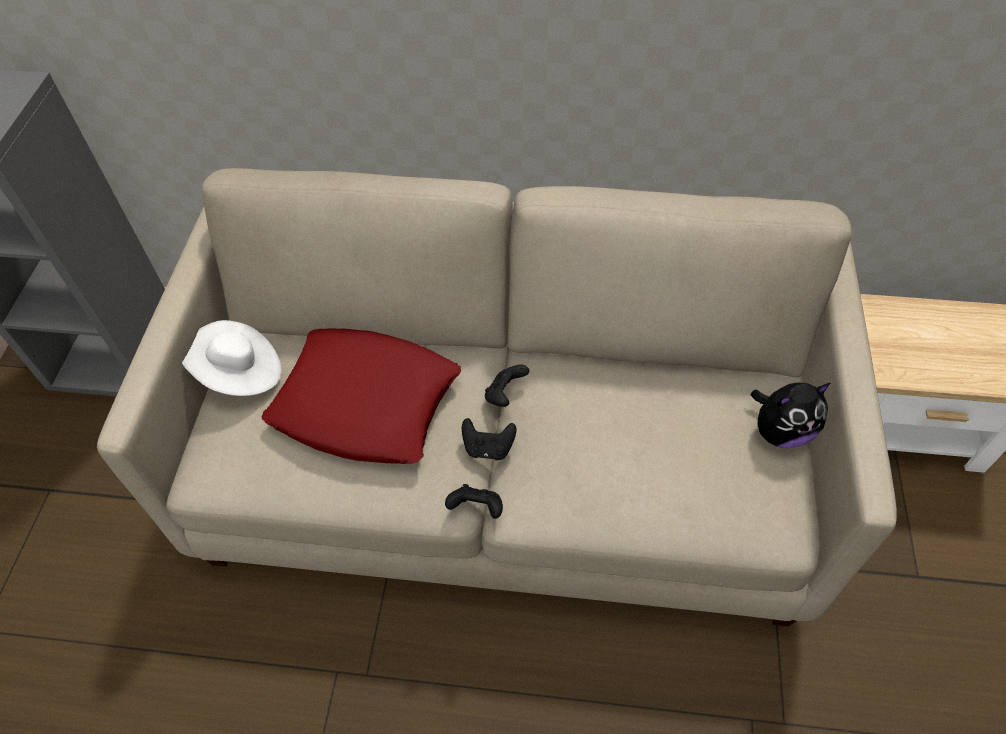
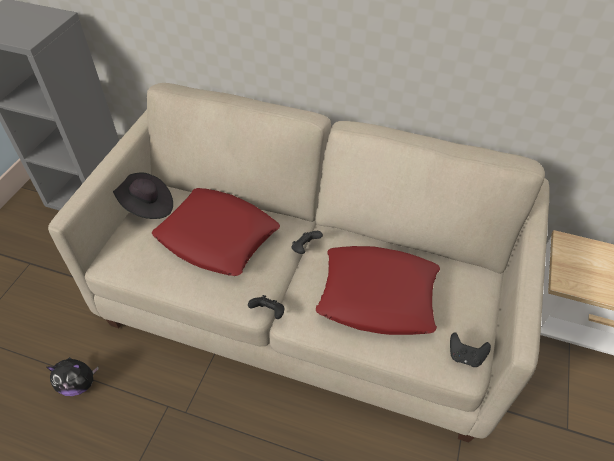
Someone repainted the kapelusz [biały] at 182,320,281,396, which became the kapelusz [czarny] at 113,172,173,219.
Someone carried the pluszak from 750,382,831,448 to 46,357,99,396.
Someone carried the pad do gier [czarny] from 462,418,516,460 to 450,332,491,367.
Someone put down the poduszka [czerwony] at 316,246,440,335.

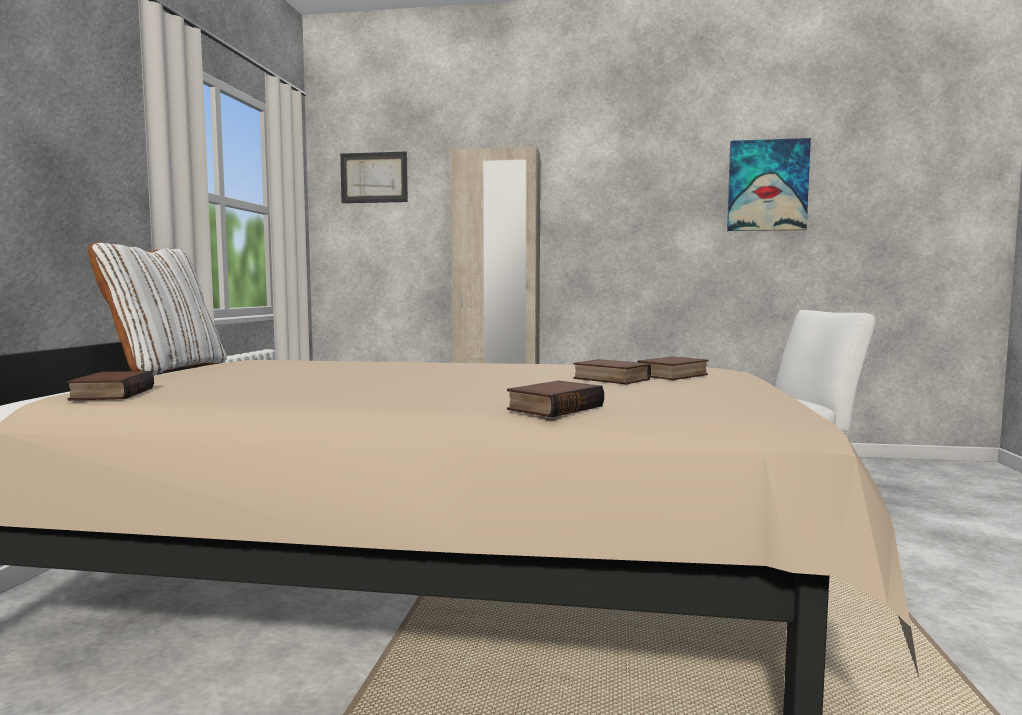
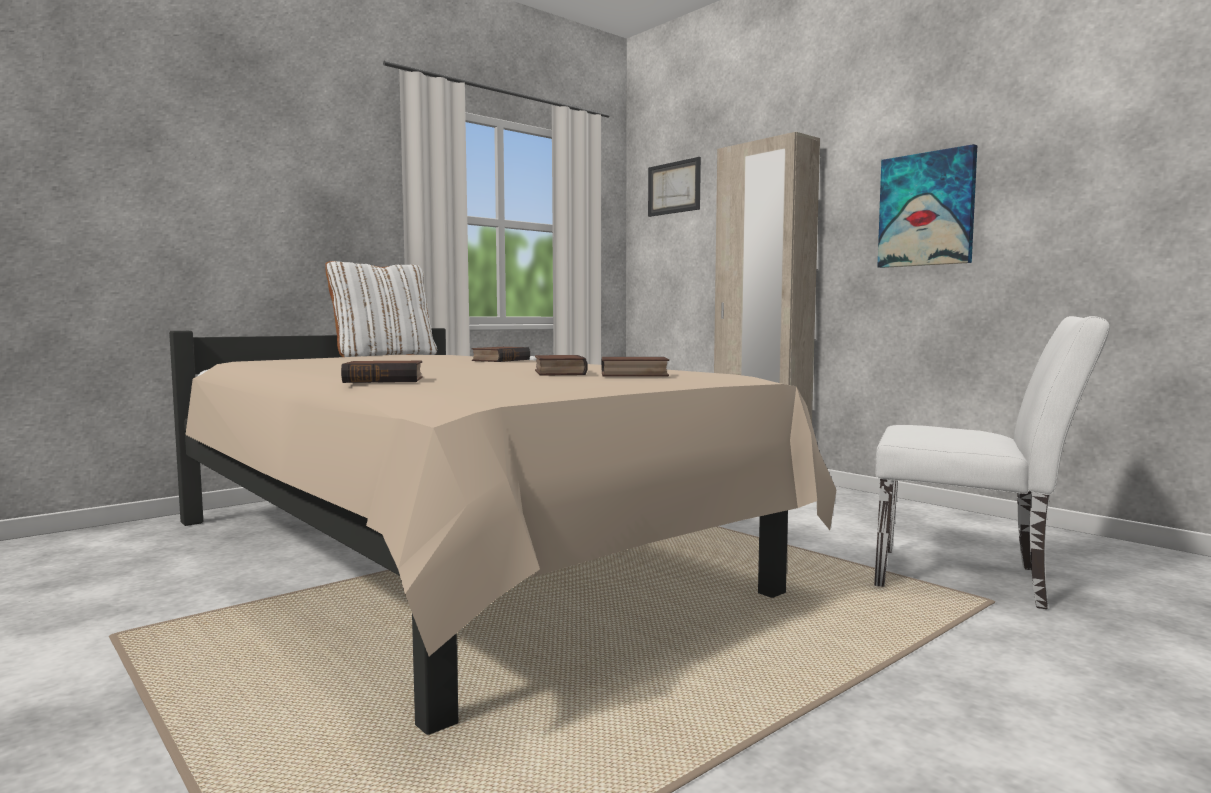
Someone carried the obraz from 727,138,811,231 to 877,144,977,268.
Someone carried the książka from 66,371,154,401 to 472,347,530,362.

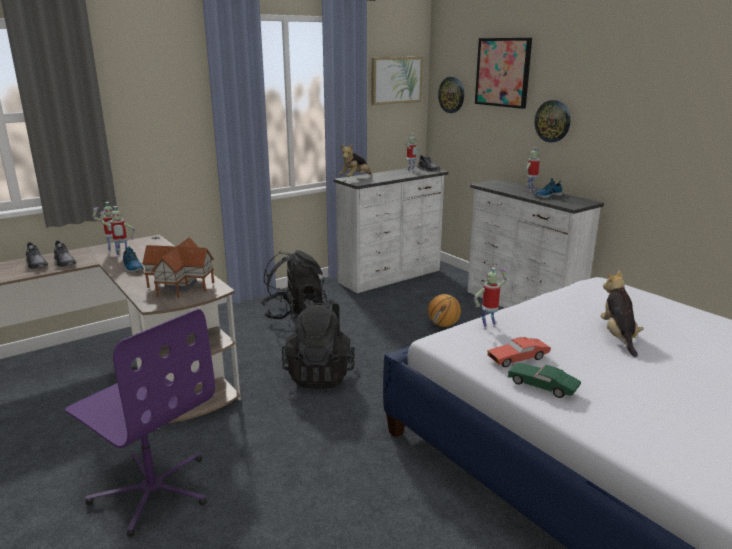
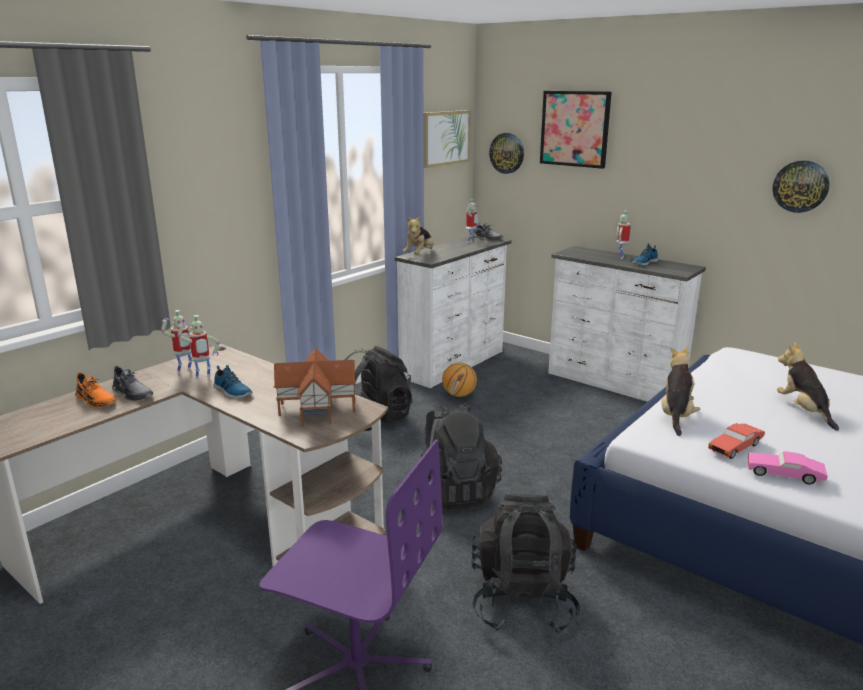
Someone carried the zegar ścienny from 535,100,570,143 to 773,160,830,213.
Someone repainted the but [szary] at 26,242,48,269, which became the but [pomarańczowy] at 75,372,116,408.
Someone swapped the robot zabawkowy at 474,267,507,330 for the pluszak at 661,347,700,436.
Someone carried the piłka do koszykówki from 428,294,461,327 to 442,362,477,397.
Someone repainted the samochodzik [zielony] at 508,363,581,398, which became the samochodzik [różowy] at 747,451,828,485.
Someone put down the plecak [czarny] at 471,494,580,634.

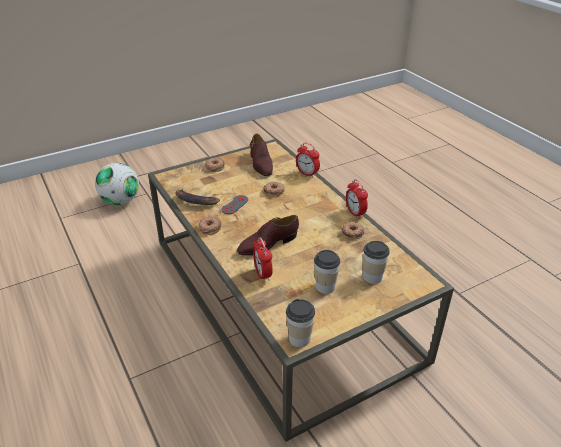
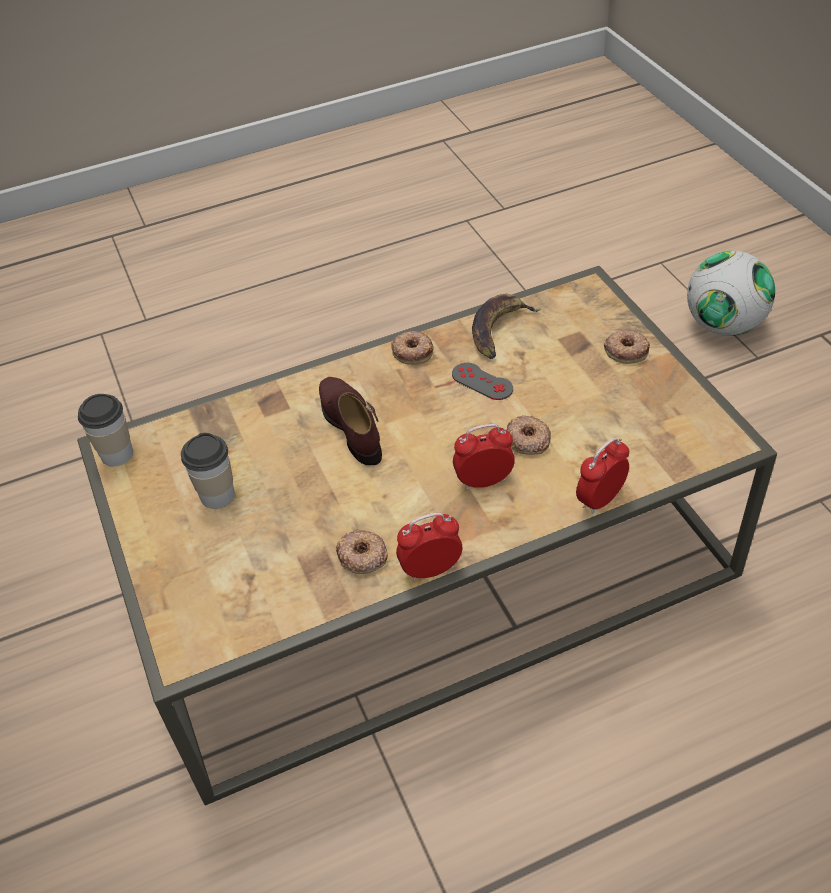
Someone took away the but [brązowy] at 250,134,273,176.
Someone carried the budzik from 253,237,273,282 to 453,424,515,490.
Someone took away the filiżanka at 363,241,389,284.

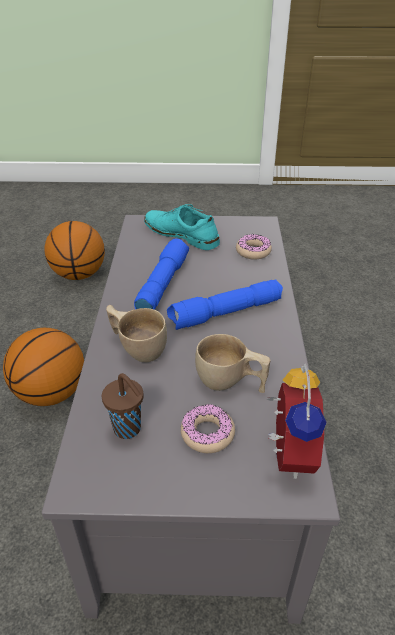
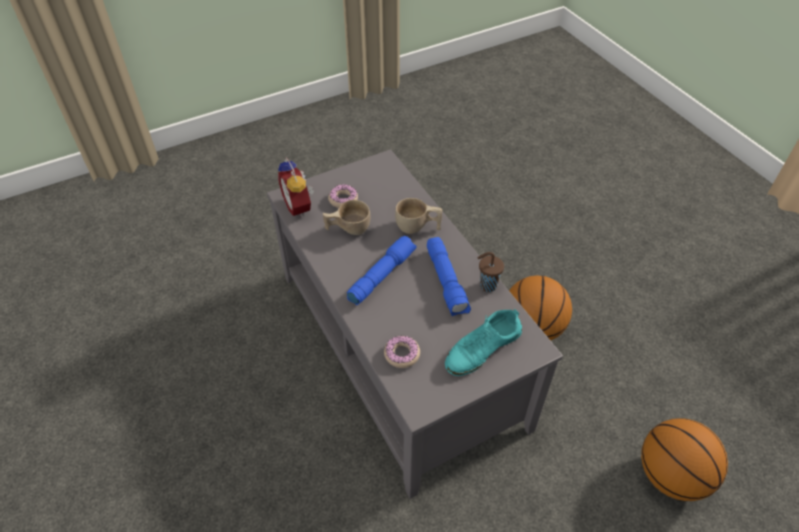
Someone rotated the but [turkusowy] at 144,204,220,250 by 135 degrees clockwise.
Someone carried the filiżanka [brązowy] from 102,373,143,439 to 477,252,504,292.

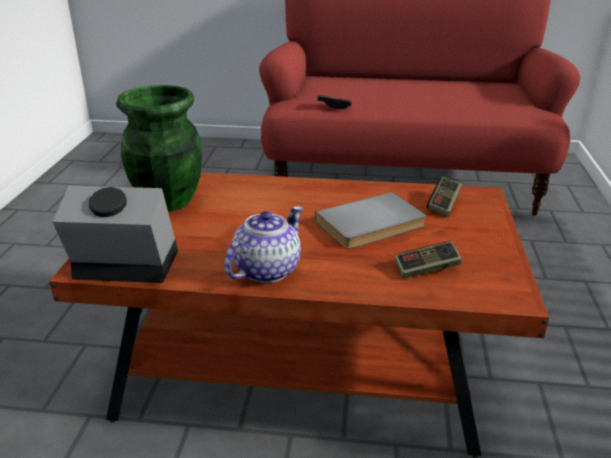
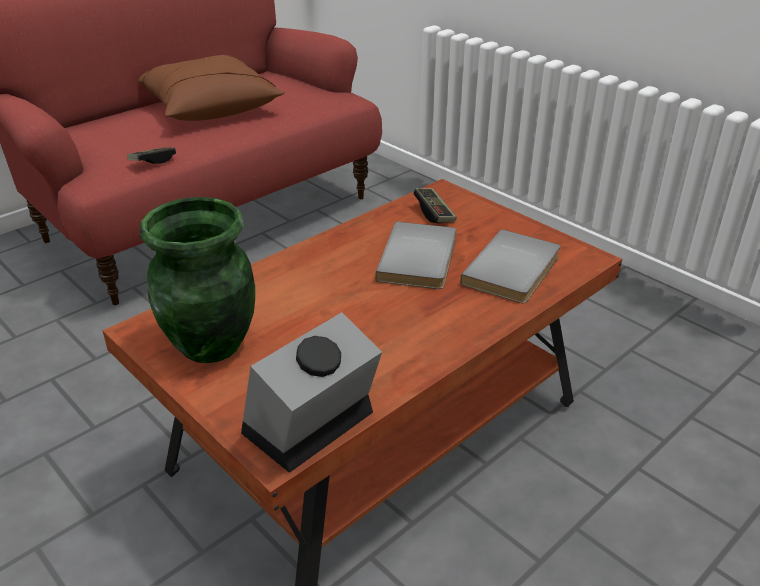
Someone took away the imbryk at 224,206,303,283.
Someone swapped the pad do gier at 395,241,462,279 for the książka [szary] at 460,229,560,303.
Someone put down the poduszka [brązowy] at 138,55,285,121.

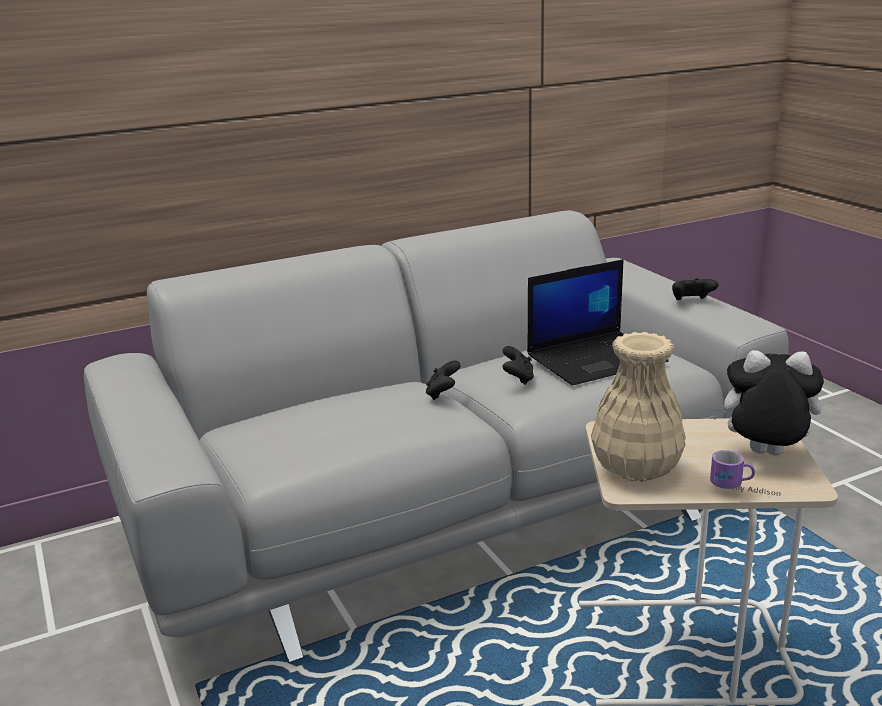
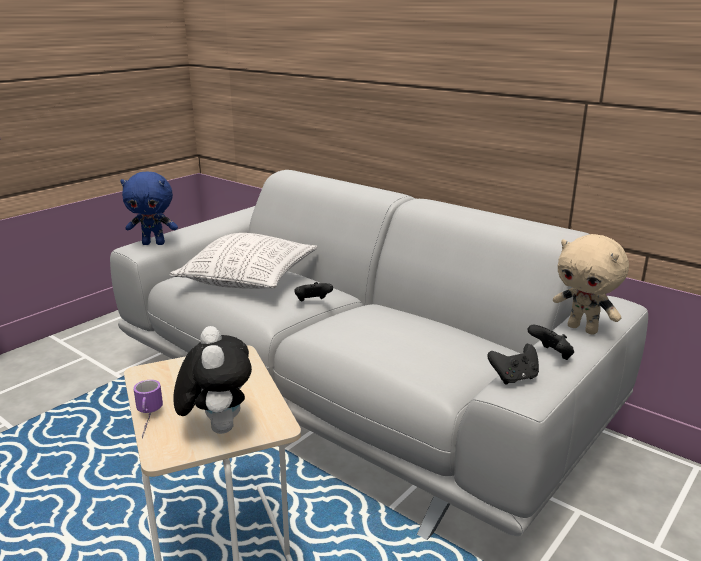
Someone took away the laptop at 527,259,669,386.
Someone took away the wazon [beżowy] at 591,332,686,482.
Someone carried the pad do gier [czarny] from 502,346,534,385 to 487,344,539,385.
Someone put down the pluszak [niebieski] at 120,171,178,245.
Someone put down the poduszka at 170,233,317,289.
Someone put down the pluszak [beżowy] at 553,234,629,335.

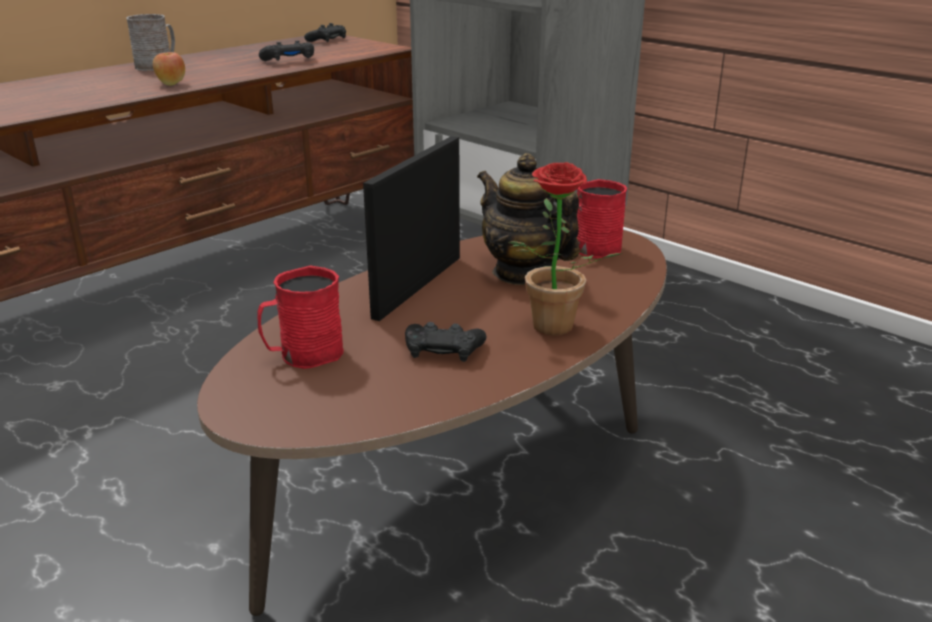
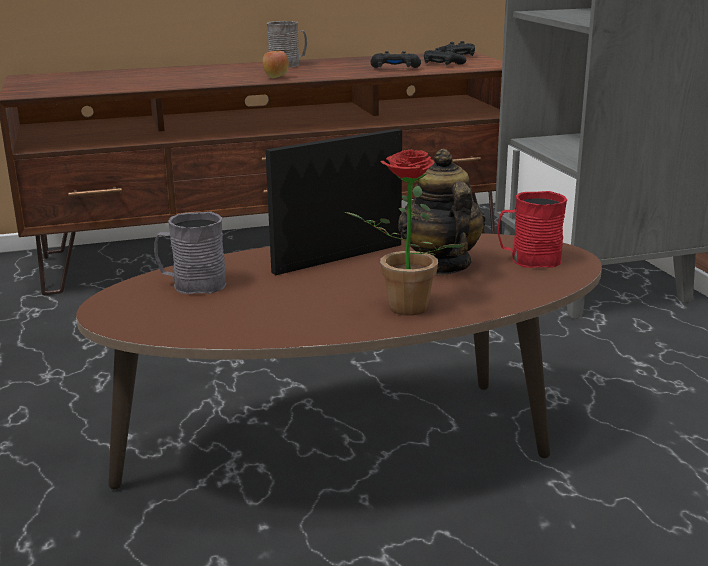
Someone repainted the kubek [czerwony] at 257,265,344,369, which became the kubek [szary] at 154,212,227,294.
Someone carried the pad do gier [czarny] from 405,322,486,362 to 424,48,466,66.

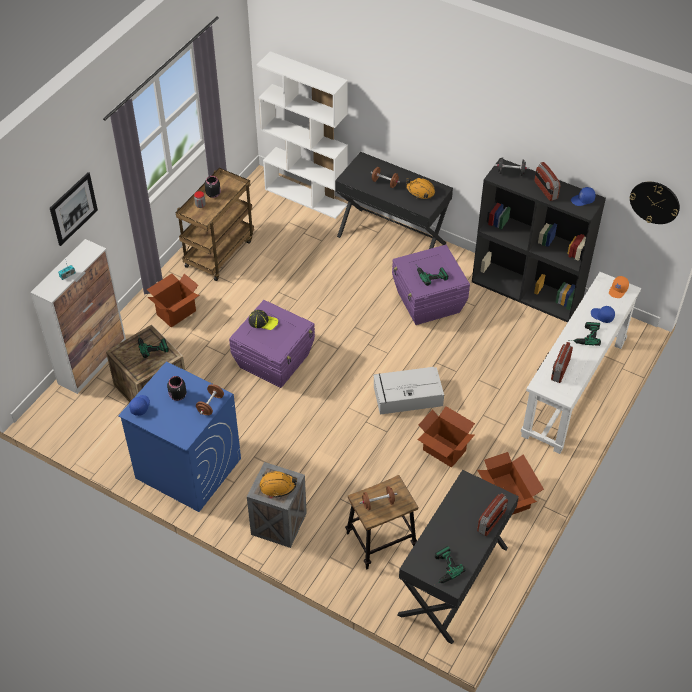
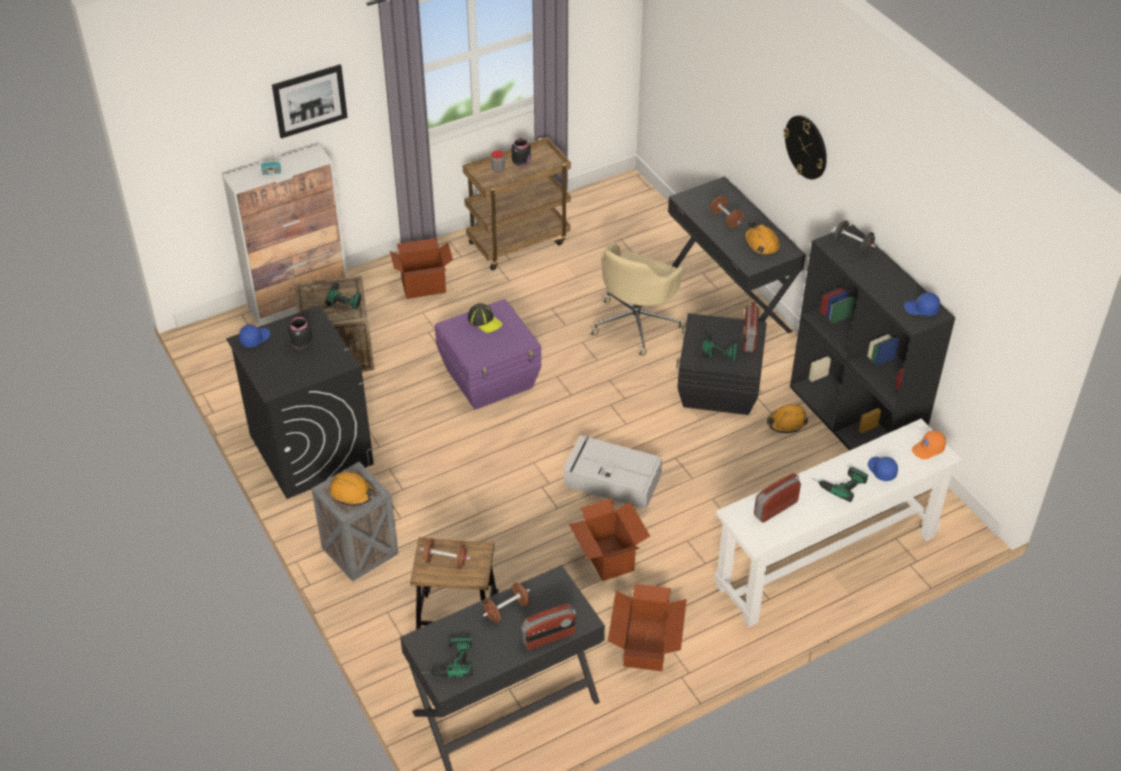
Someone took away the regał [biały] at 256,51,348,219.
Someone carried the radio from 535,162,560,201 to 743,302,759,352.
Someone carried the zegar ścienny from 630,182,680,224 to 783,115,827,180.
Someone repainted the pojemnik do przechowywania [fioletowy] at 392,245,470,325, which became the pojemnik do przechowywania [czarny] at 676,313,767,415.
Someone repainted the pralka [niebieski] at 118,361,241,512, which became the pralka [czarny] at 226,305,374,499.
Someone carried the hantel [brązowy] from 196,384,224,415 to 483,582,530,623.
Someone put down the krzesło biurowe [beżowy] at 590,242,686,356.
Someone put down the kask [pomarańczowy] at 767,404,808,433.

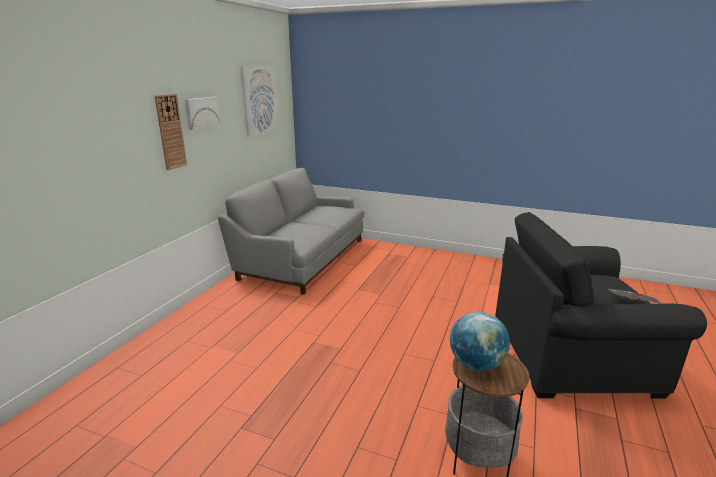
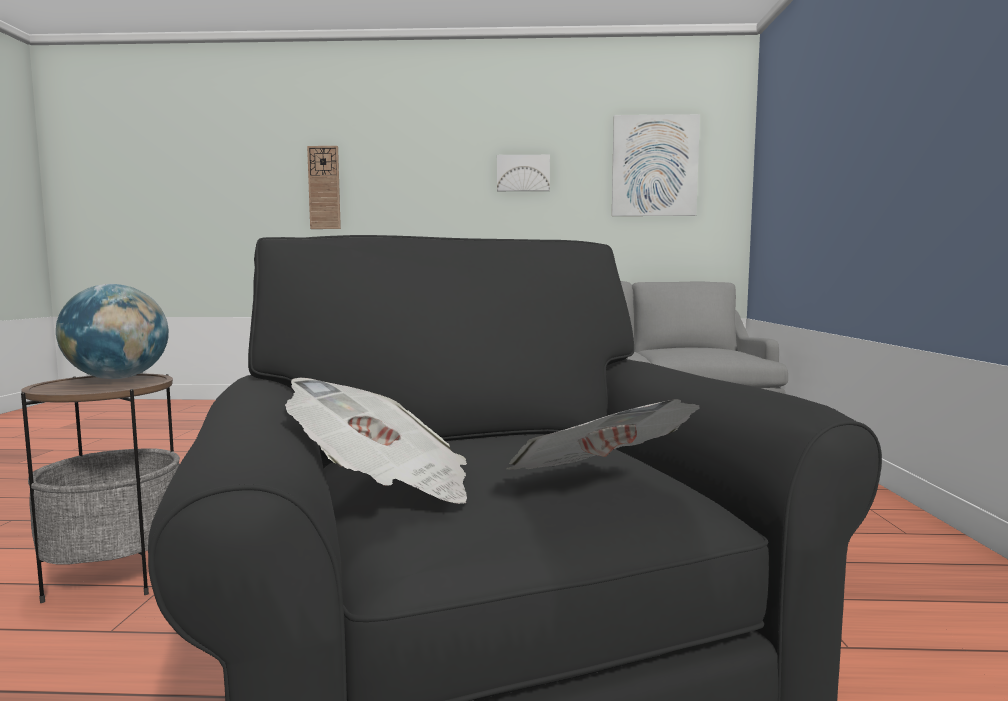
Someone carried the zegar ścienny from 154,94,187,170 to 307,146,341,229.
Someone put down the gazeta at 506,399,699,470.

